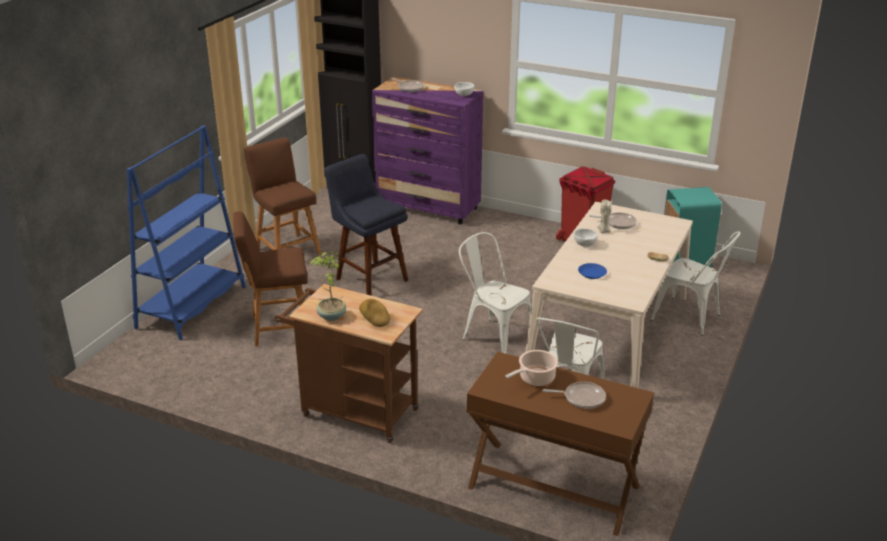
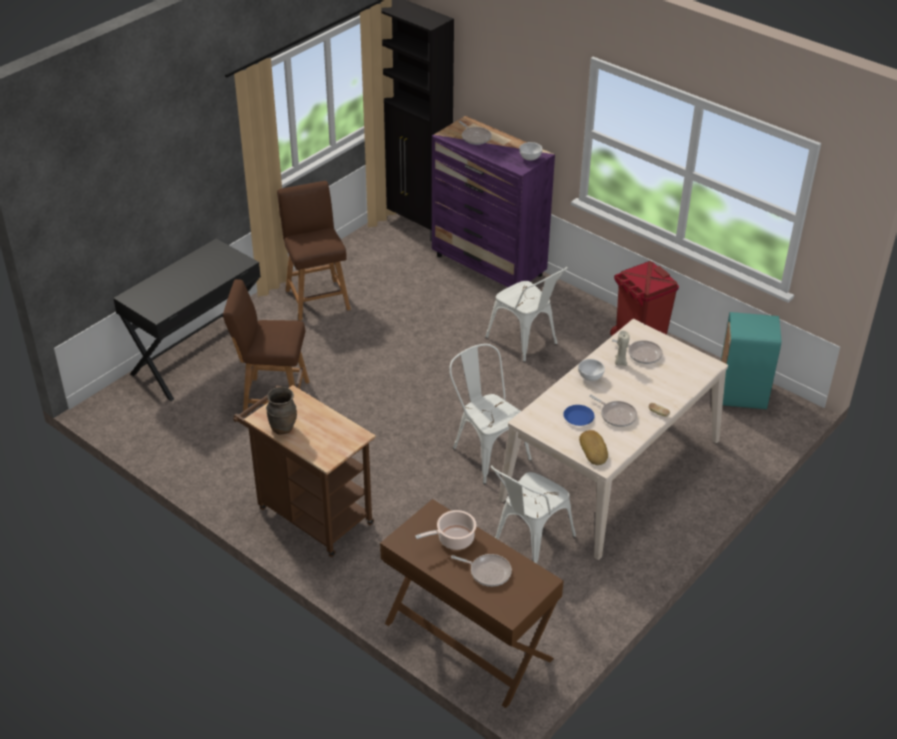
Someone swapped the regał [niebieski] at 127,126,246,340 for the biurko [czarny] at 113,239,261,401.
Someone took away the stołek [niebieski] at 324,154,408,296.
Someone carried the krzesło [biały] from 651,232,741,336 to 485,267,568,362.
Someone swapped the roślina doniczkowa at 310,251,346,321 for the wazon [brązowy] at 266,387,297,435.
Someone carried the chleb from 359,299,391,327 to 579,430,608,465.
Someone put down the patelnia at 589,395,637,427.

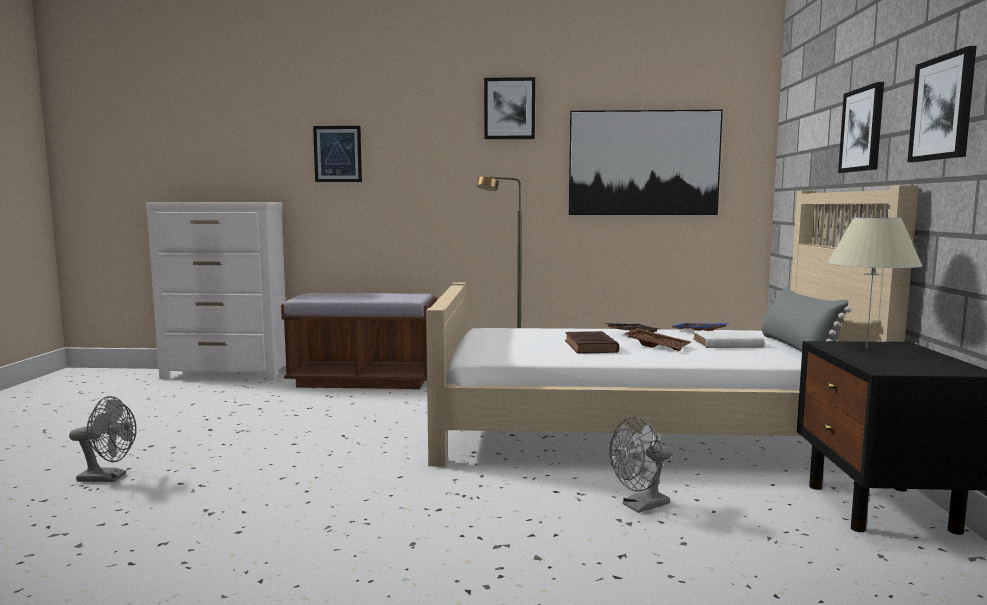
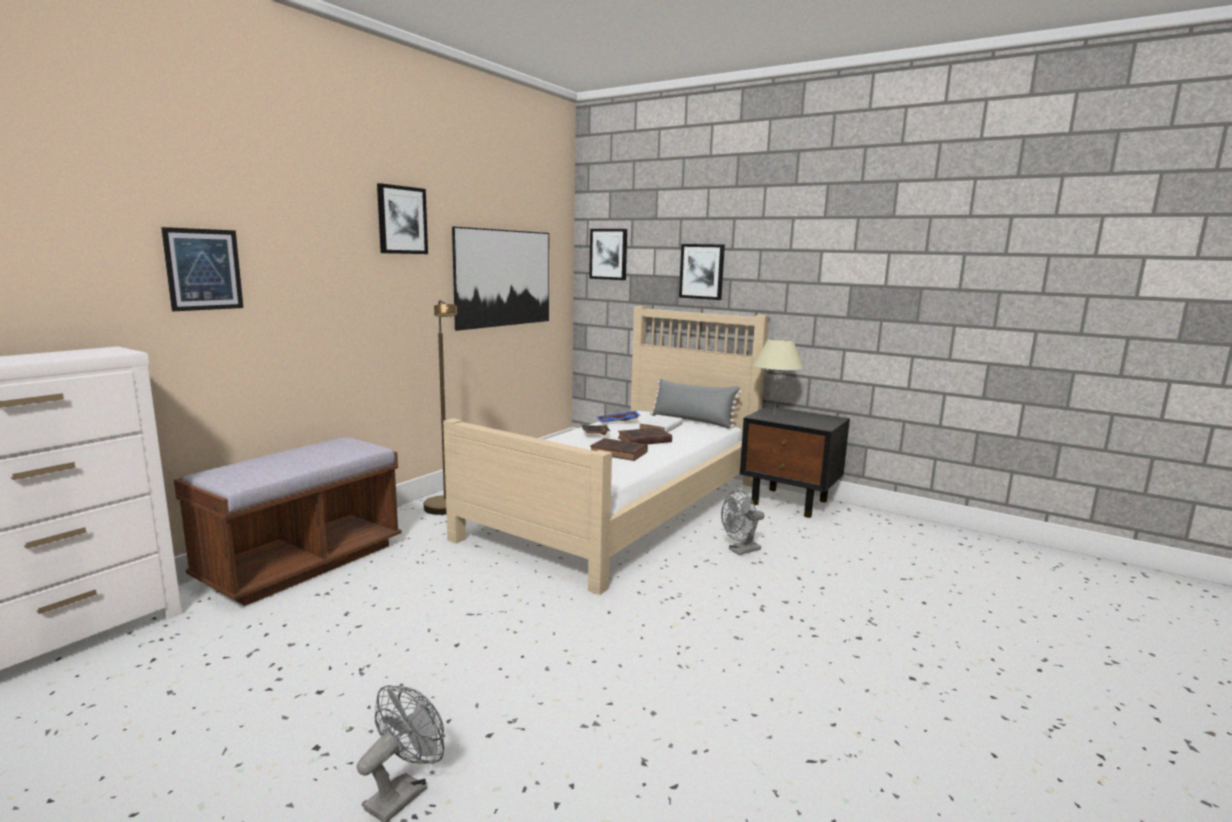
Someone carried the obraz from 907,46,977,162 to 589,229,627,280.
Someone swapped the taca [brązowy] at 624,328,691,351 for the książka [brązowy] at 618,428,672,445.
Someone rotated the wentylator [szary] at 609,417,673,513 by 60 degrees clockwise.

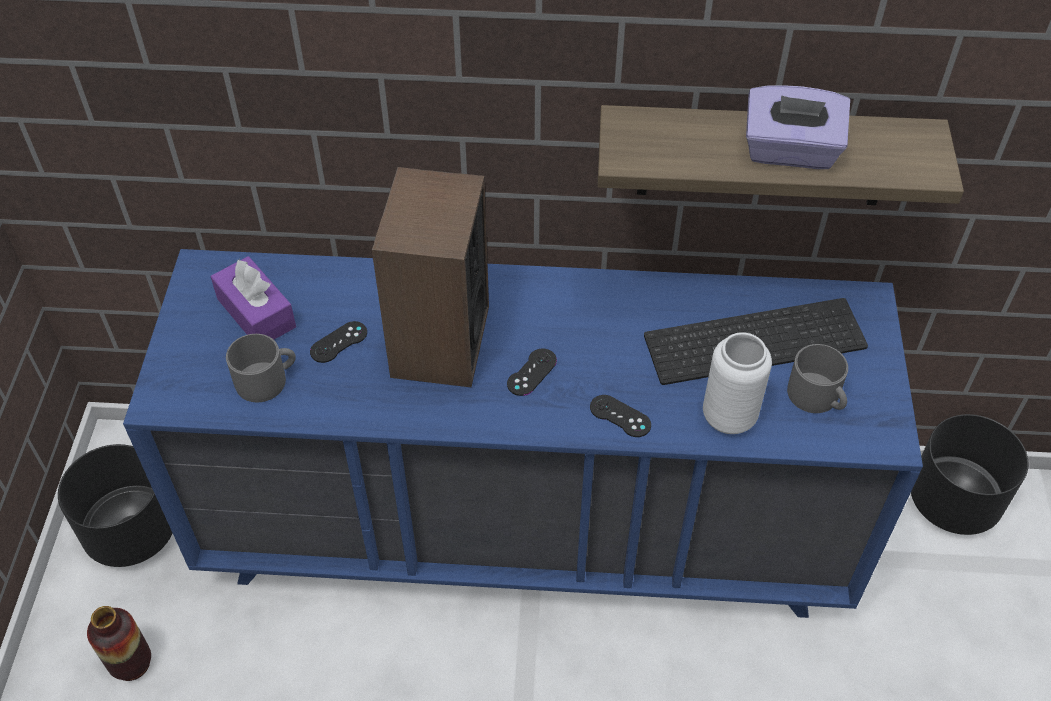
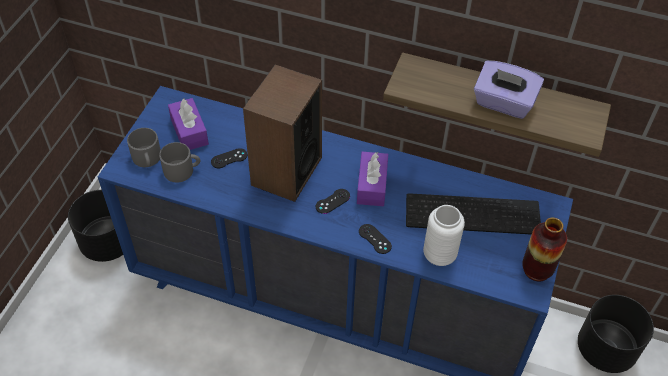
Someone carried the kubek [szary] from 787,344,848,413 to 127,128,161,167.
Someone carried the wazon from 87,606,151,681 to 522,217,567,282.
Someone put down the pudełko chusteczek [fioletowy] at 357,152,388,206.

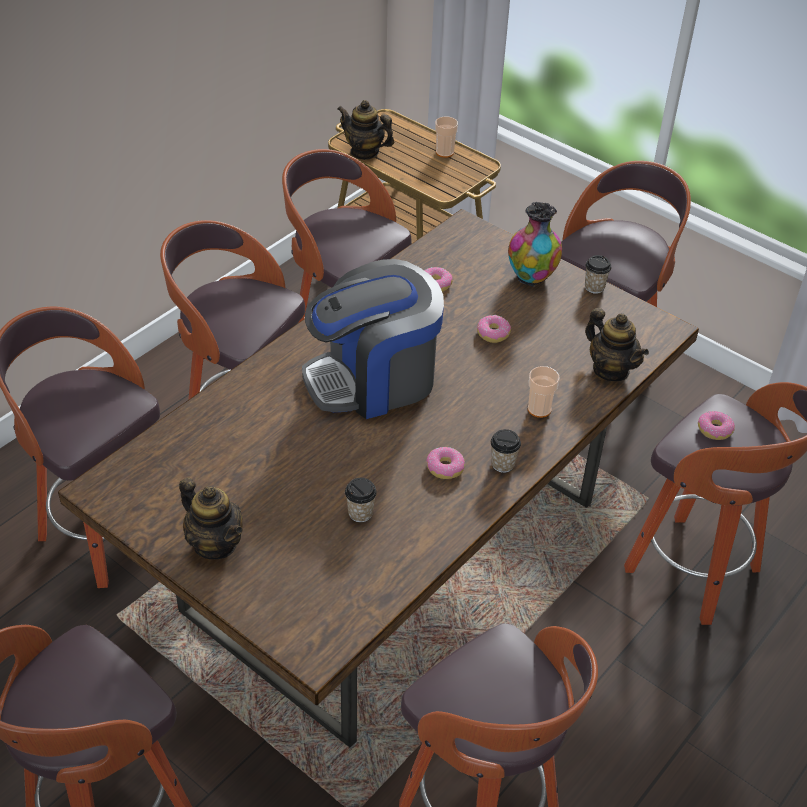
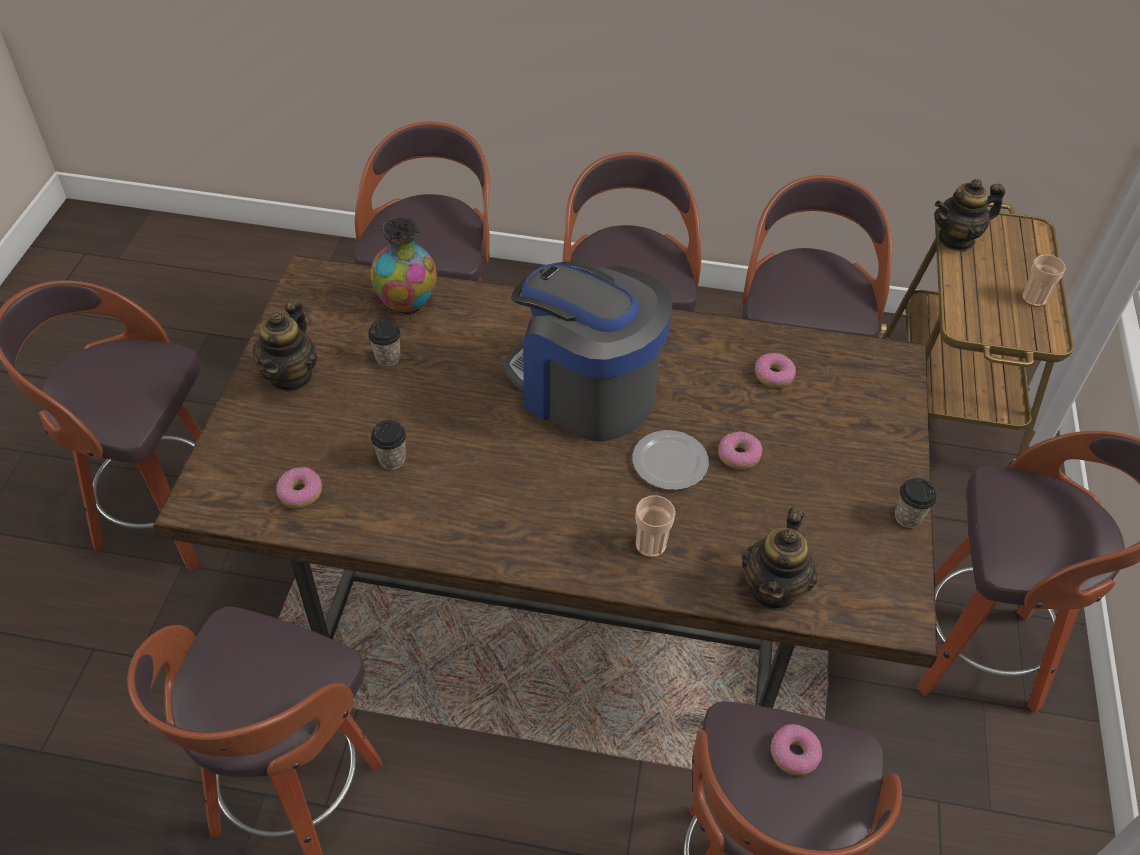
Someone rotated the imbryk at 337,100,394,160 by 105 degrees counterclockwise.
Someone carried the wazon from 508,202,562,287 to 370,217,437,315.
Someone carried the filiżanka from 491,429,521,473 to 368,319,401,367.
Someone carried the donut from 426,447,465,479 to 276,467,322,508.
Someone put down the talerz at 633,430,709,490.

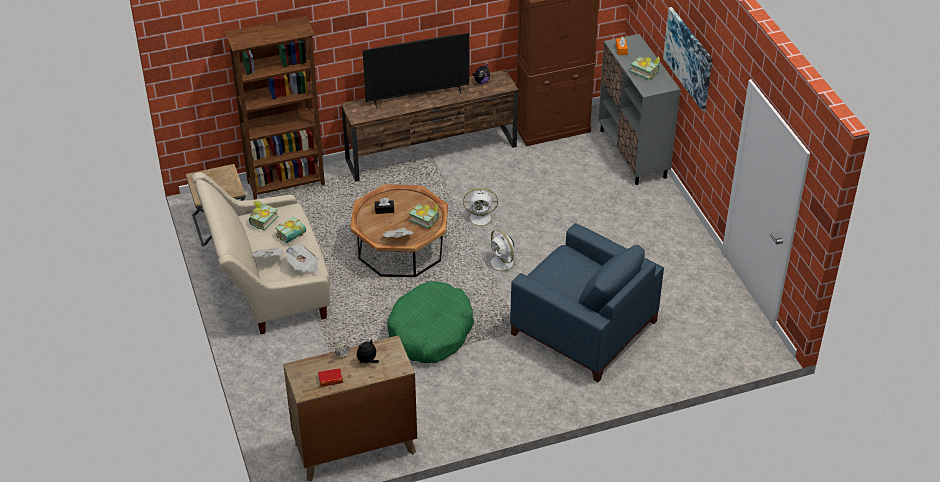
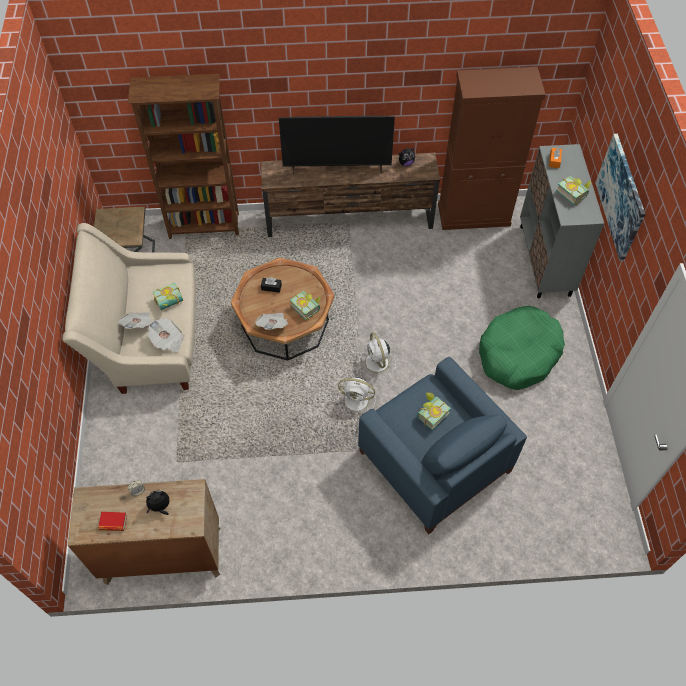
Someone carried the wentylator [biały] from 462,188,498,229 to 338,377,375,411.
Someone carried the książka from 249,201,278,230 to 417,392,451,430.
Someone carried the legowisko [zielony] from 387,281,474,363 to 479,306,565,390.

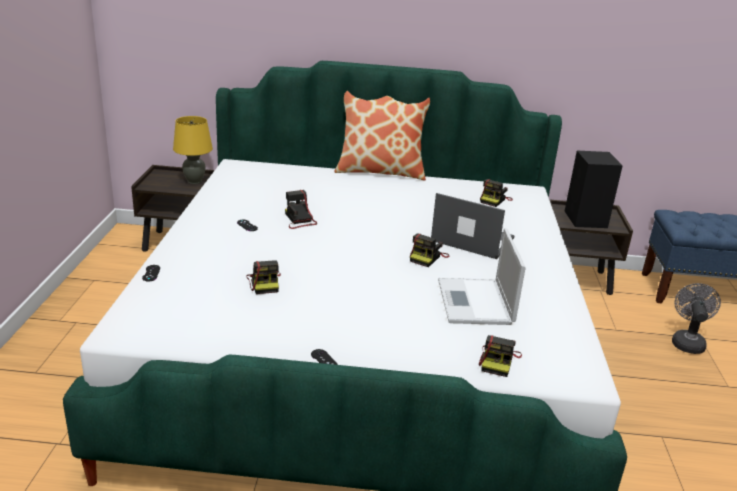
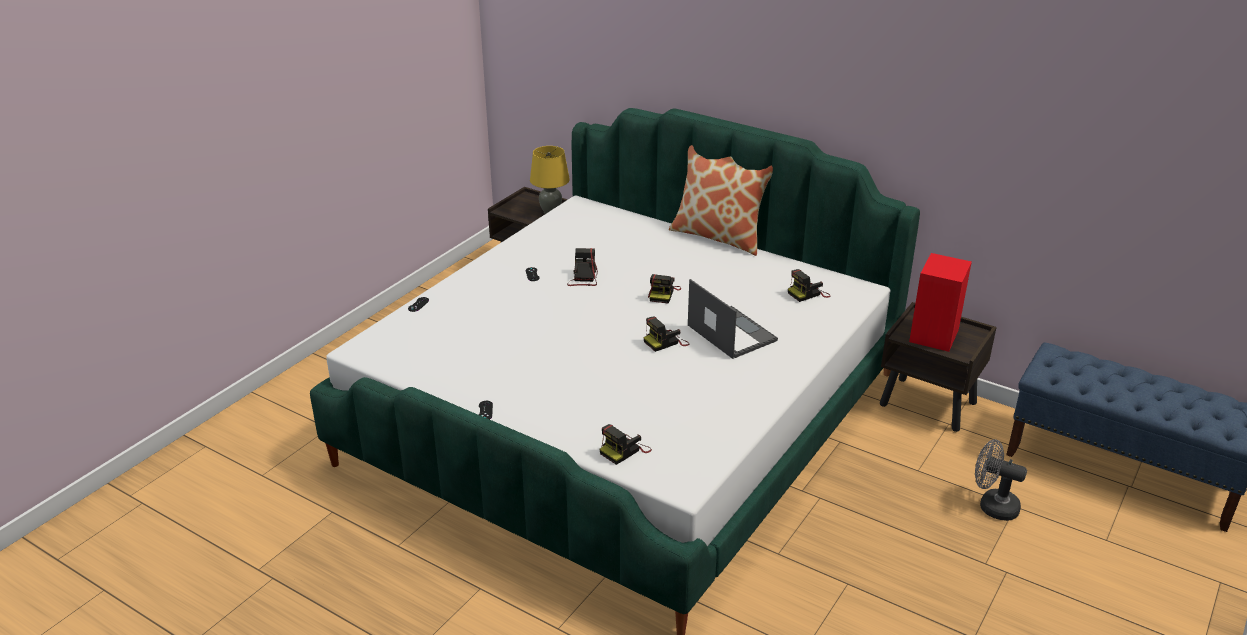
Someone repainted the głośnik [czarny] at 565,151,623,228, which became the głośnik [czerwony] at 909,253,972,352.
Someone took away the laptop at 438,228,526,325.
Someone carried the aparat fotograficzny from 246,260,281,294 to 648,274,681,303.
Someone rotated the wentylator [szary] at 672,283,721,354 by 105 degrees counterclockwise.

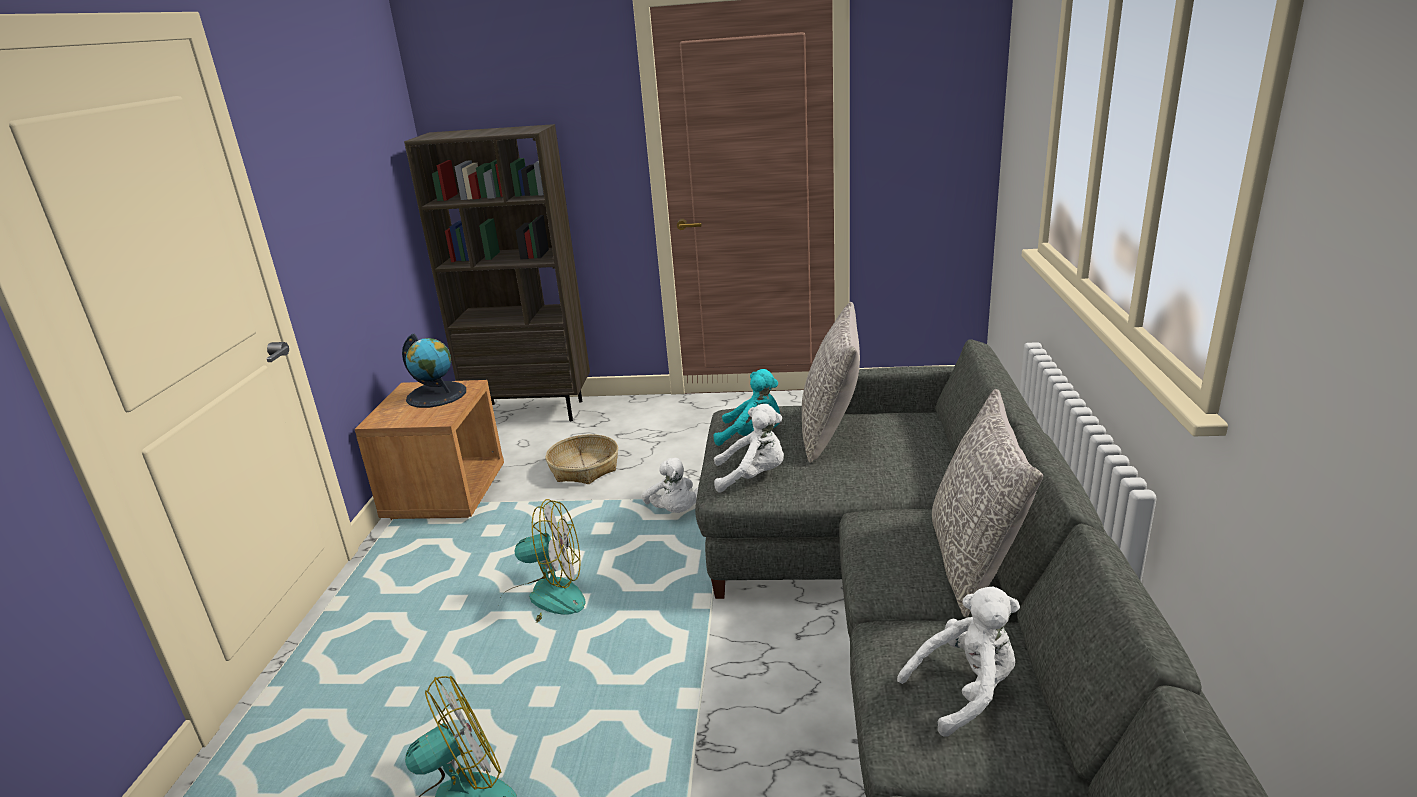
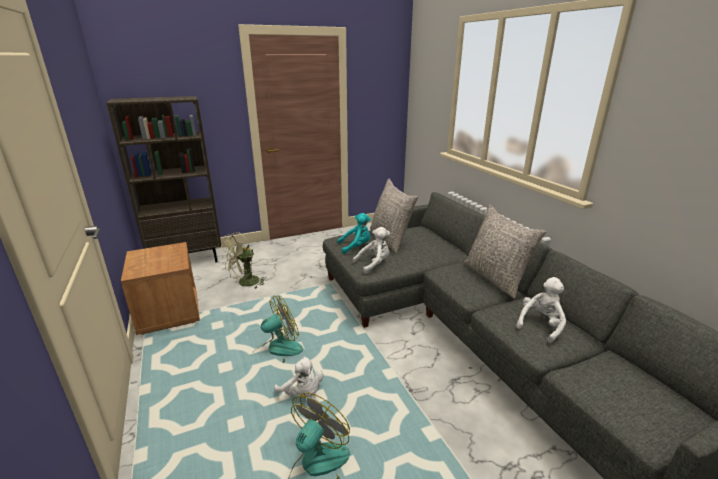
Someone took away the globus at 402,333,466,408.
Someone swapped the koszyk at 546,434,618,484 for the wentylator [zielony] at 221,232,265,289.
Someone carried the pluszak [biały] from 641,458,698,513 to 274,357,323,397.

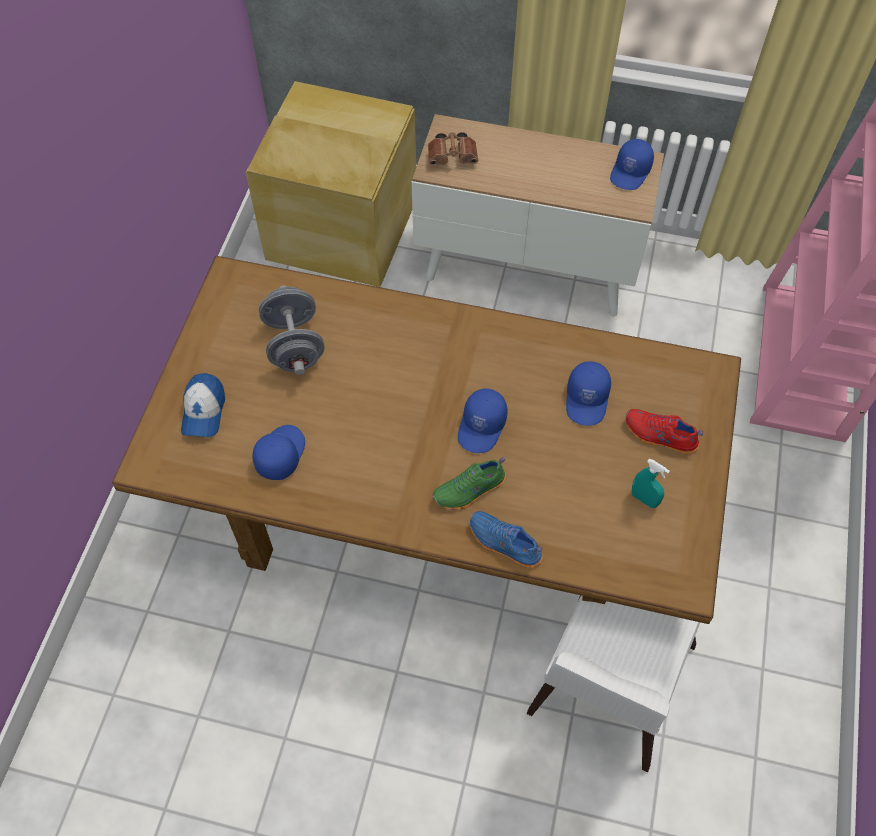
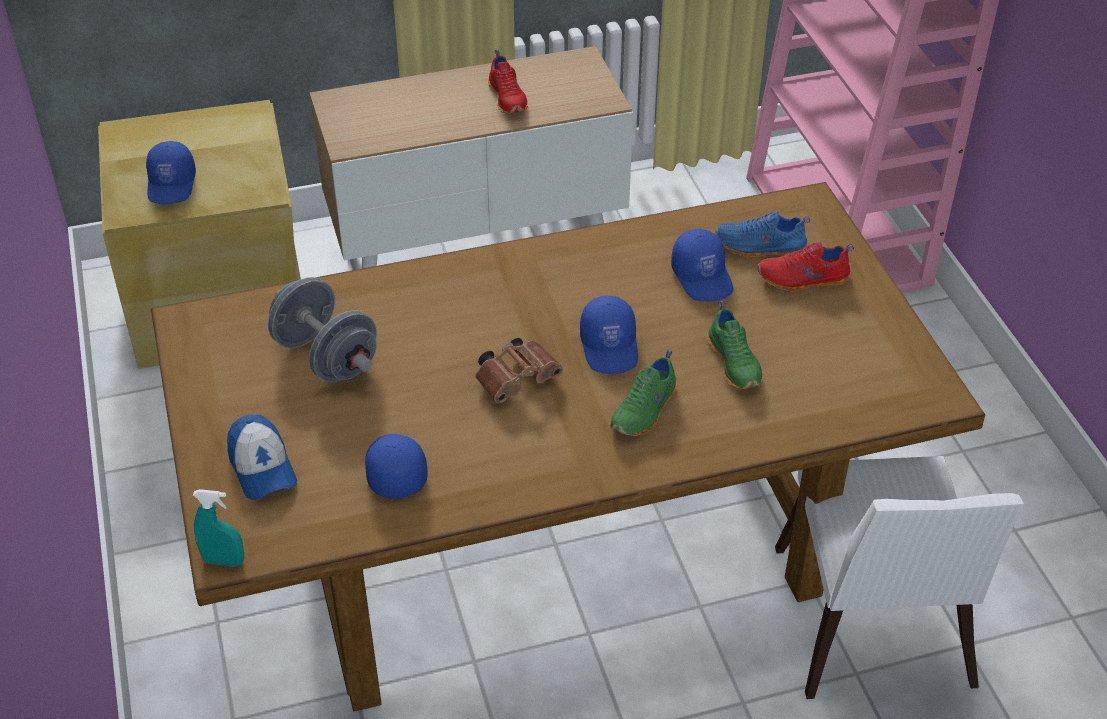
Someone carried the lornetka [brązowy] from 428,132,478,166 to 475,338,563,403.
Someone carried the czapka z daszkiem [niebieski] from 610,139,654,190 to 146,141,196,204.
Someone carried the spryskiwacz [turkusowy] from 631,459,670,508 to 193,489,244,567.
Someone carried the but [niebieski] from 470,511,543,568 to 715,211,810,257.
Someone put down the but [czerwony] at 488,50,528,114.
Someone put down the but [zielony] at 707,301,762,389.

